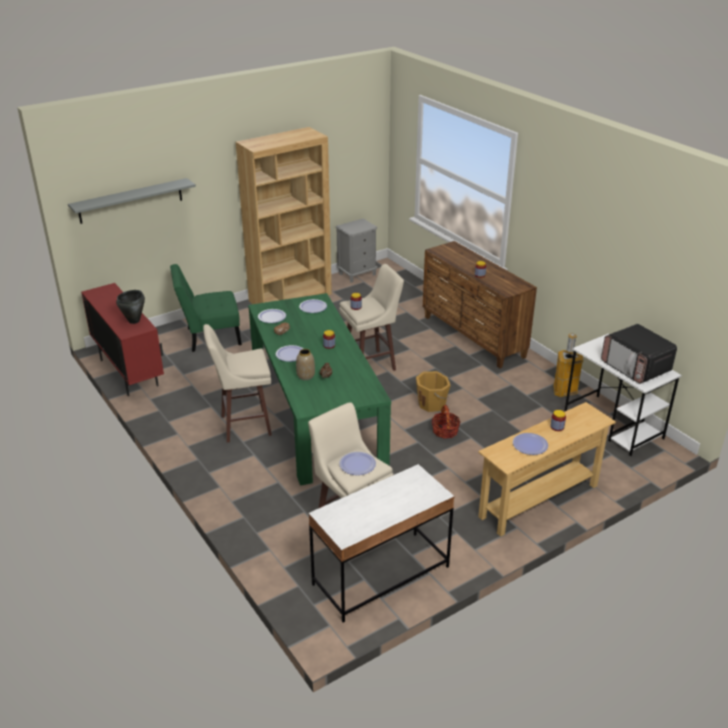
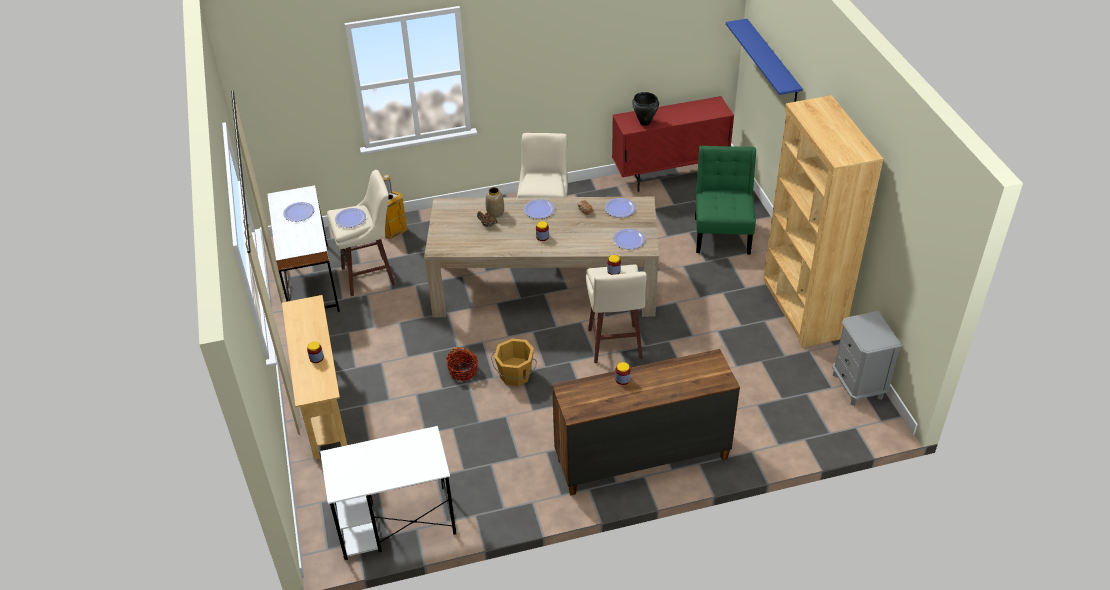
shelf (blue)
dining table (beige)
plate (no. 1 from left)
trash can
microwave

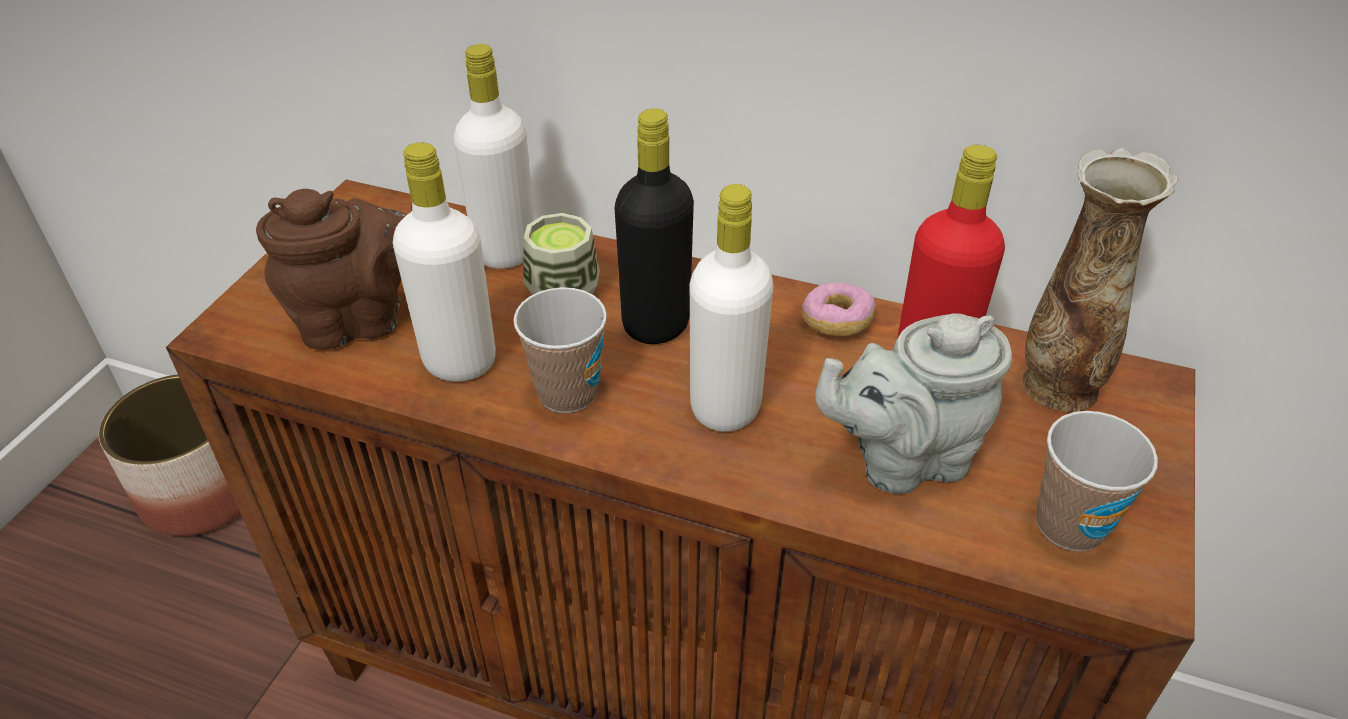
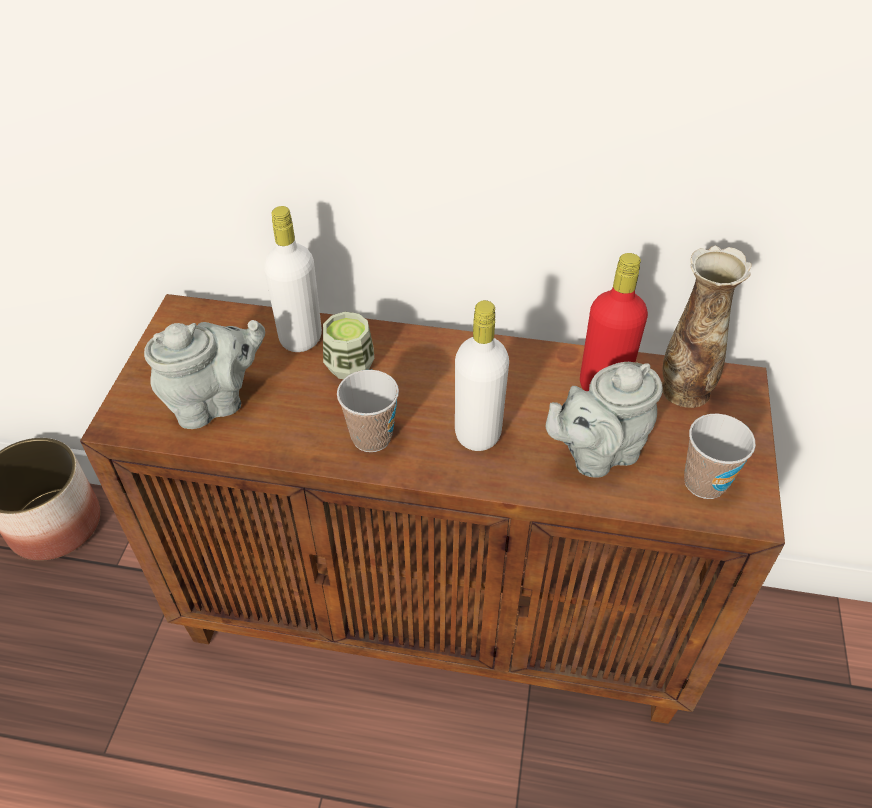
teapot (grey) (no. 1 from left)
bottle (white) (no. 1 from left in the first image)
bottle (black)
donut

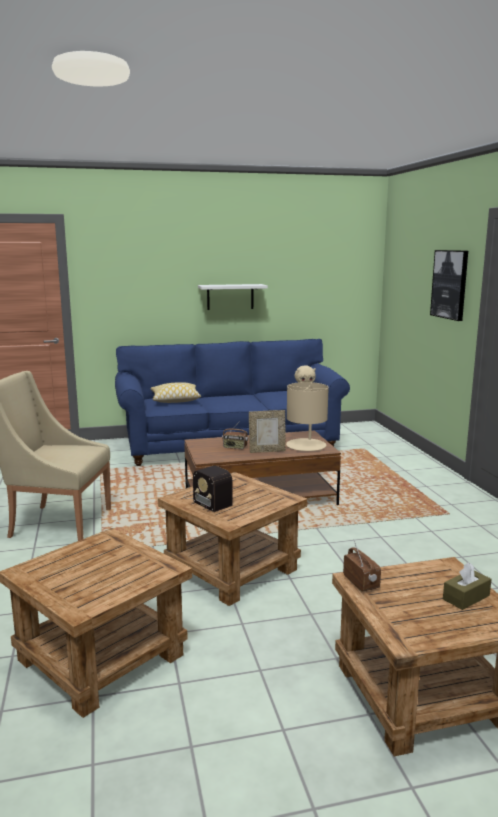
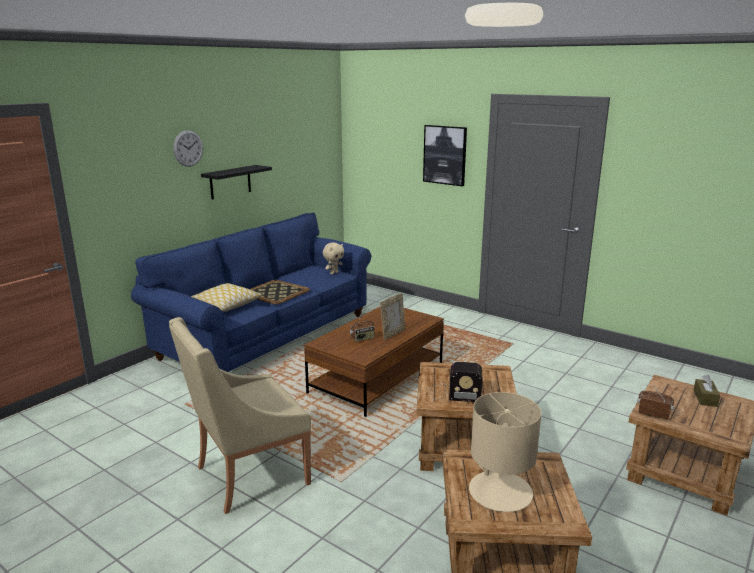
shelf (black)
table lamp (beige)
wall clock
tray

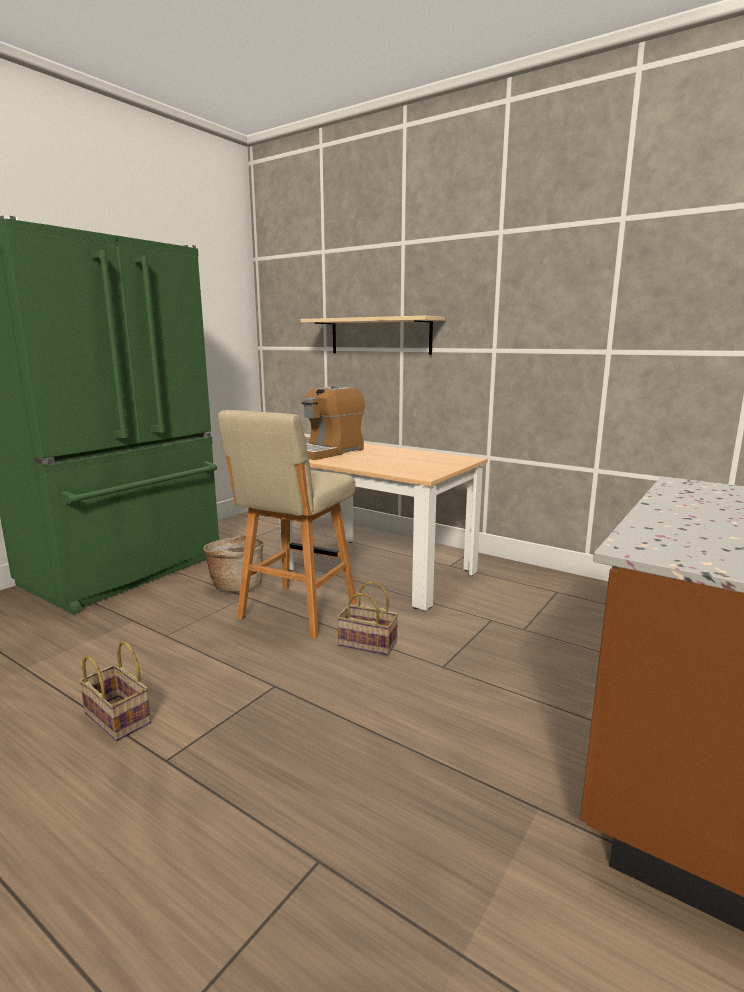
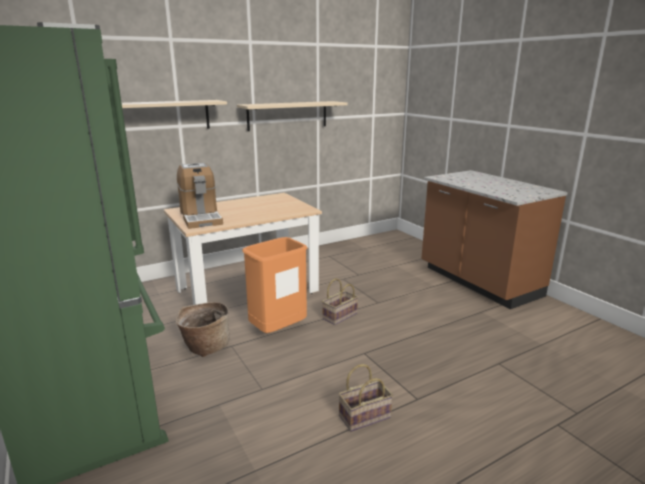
trash can (orange)
shelf (beige) (no. 2 from left)

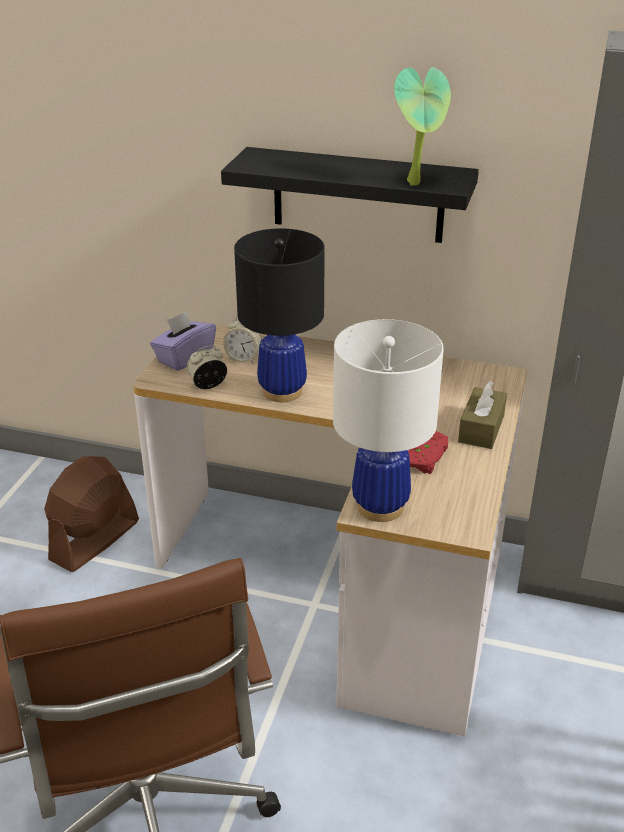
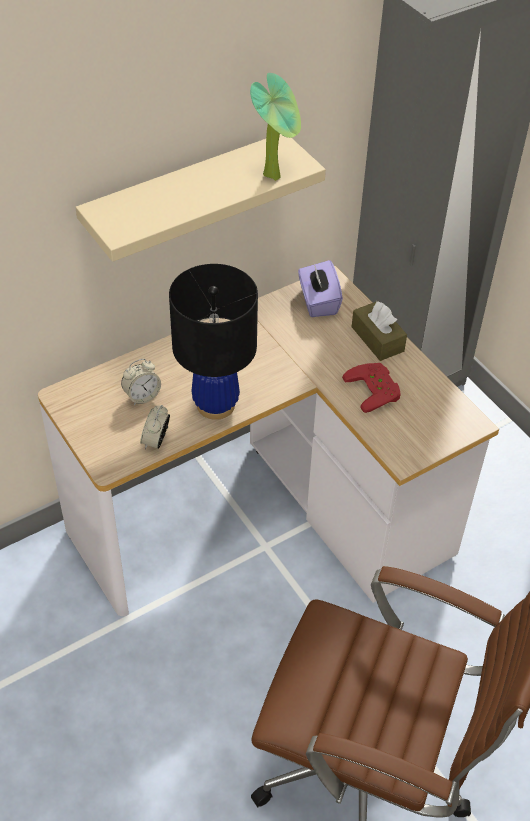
fan (brown)
tissue box (purple)
shelf (beige)
table lamp (white)

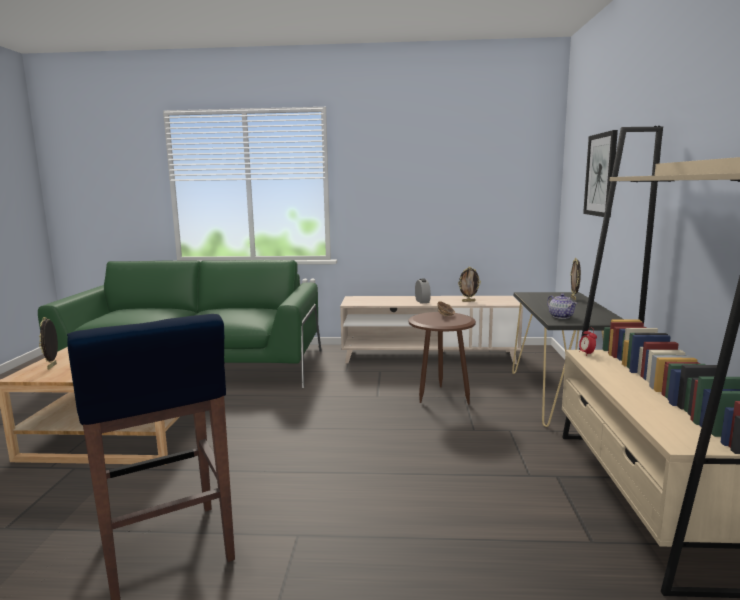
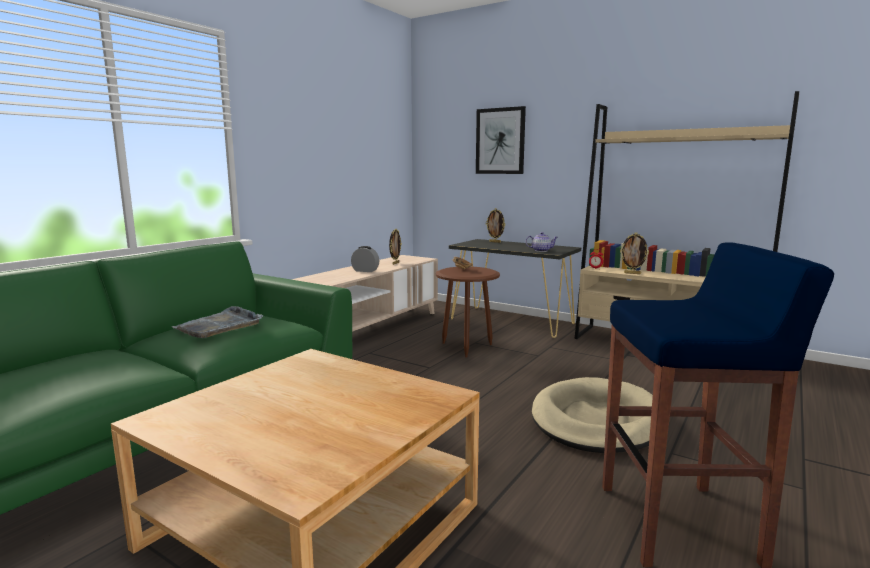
picture frame (no. 3 from left)
tray (grey)
dog bed (beige)

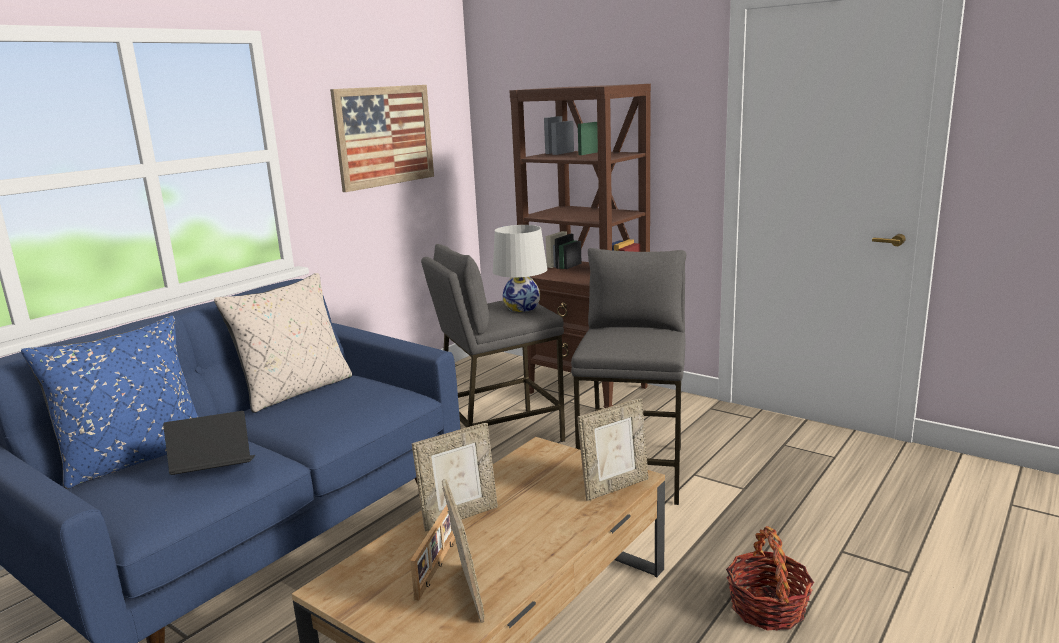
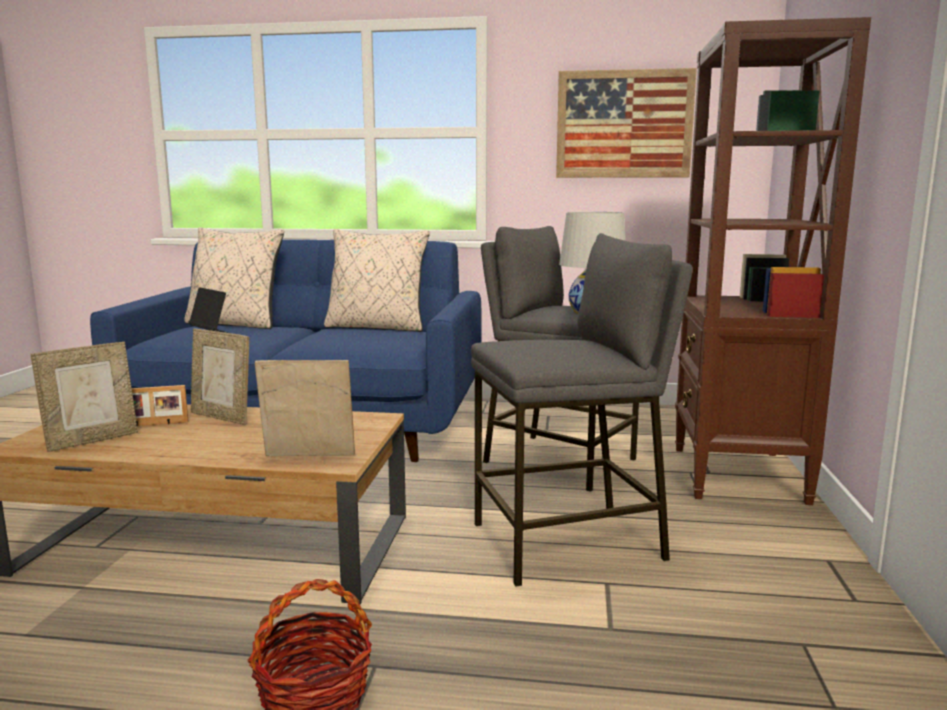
pillow (beige) (no. 1 from left)
picture frame (no. 4 from left)

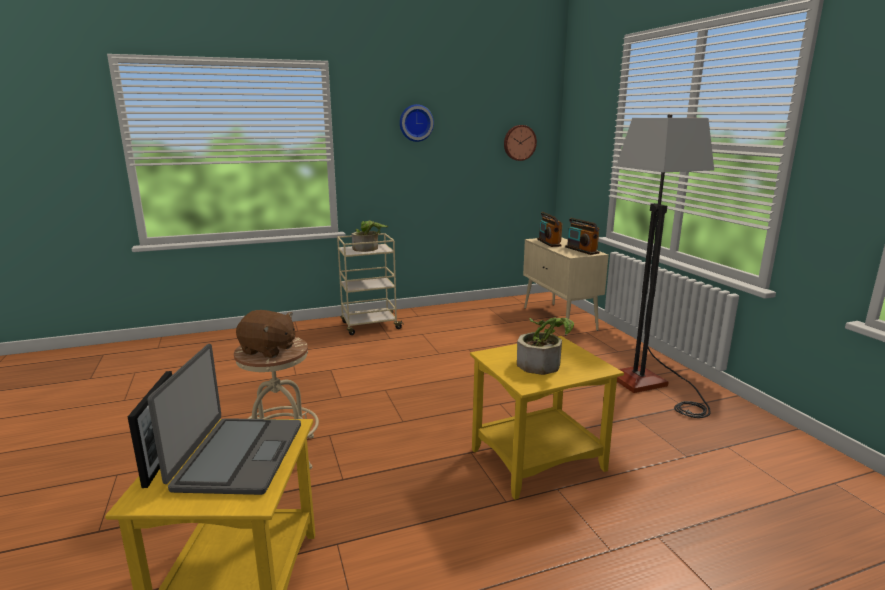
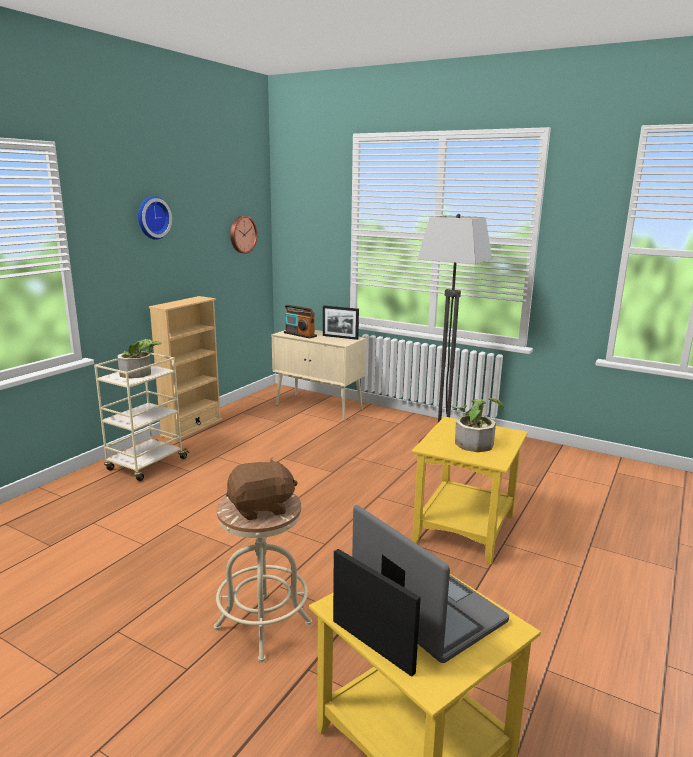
picture frame (no. 1 from left)
bookcase (beige)

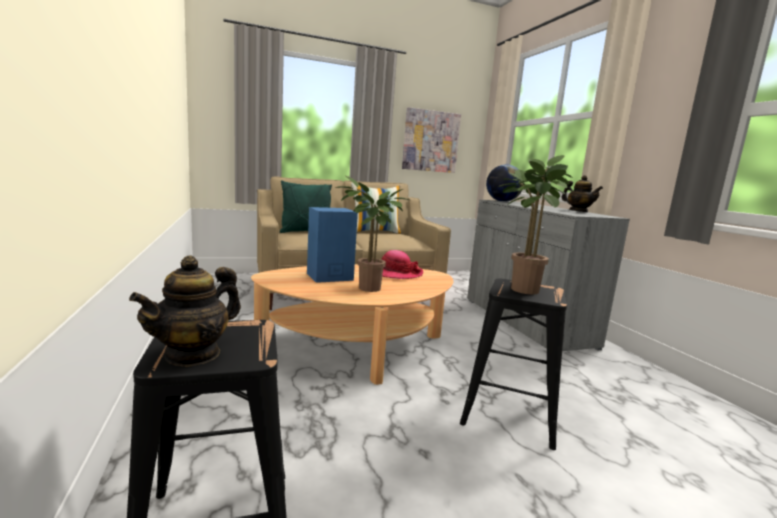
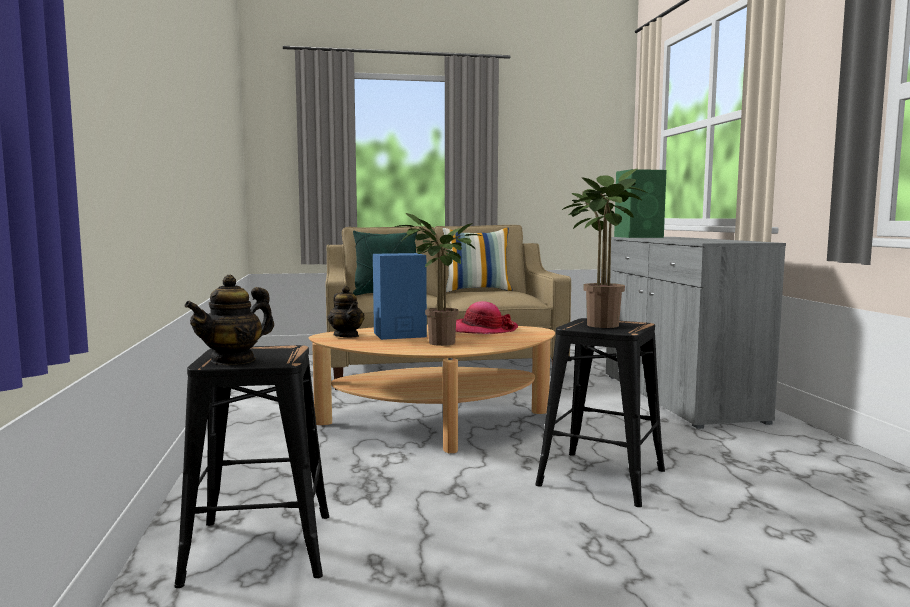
picture
speaker (green)
teapot (no. 2 from left)

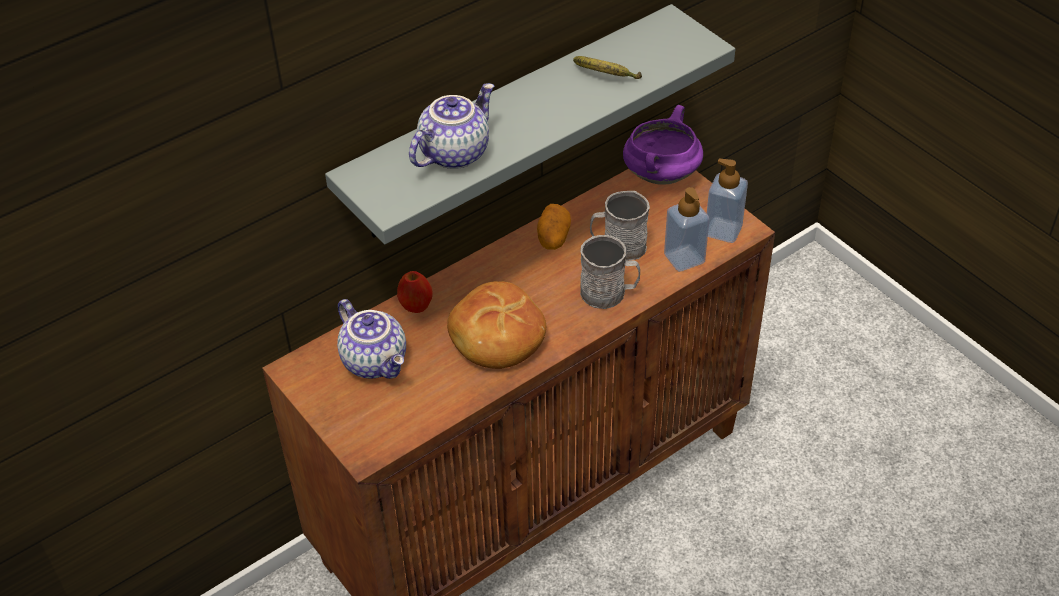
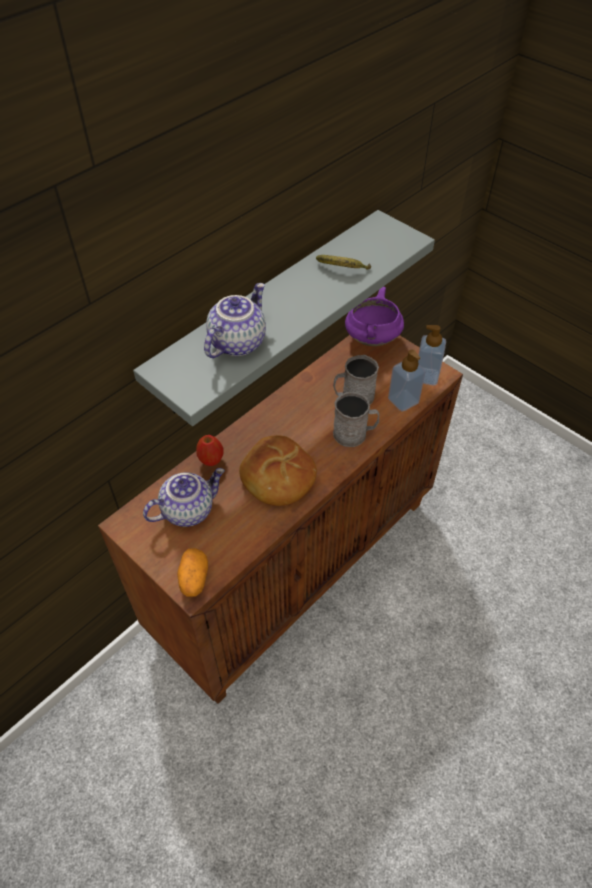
teapot (no. 1 from left)
potato

